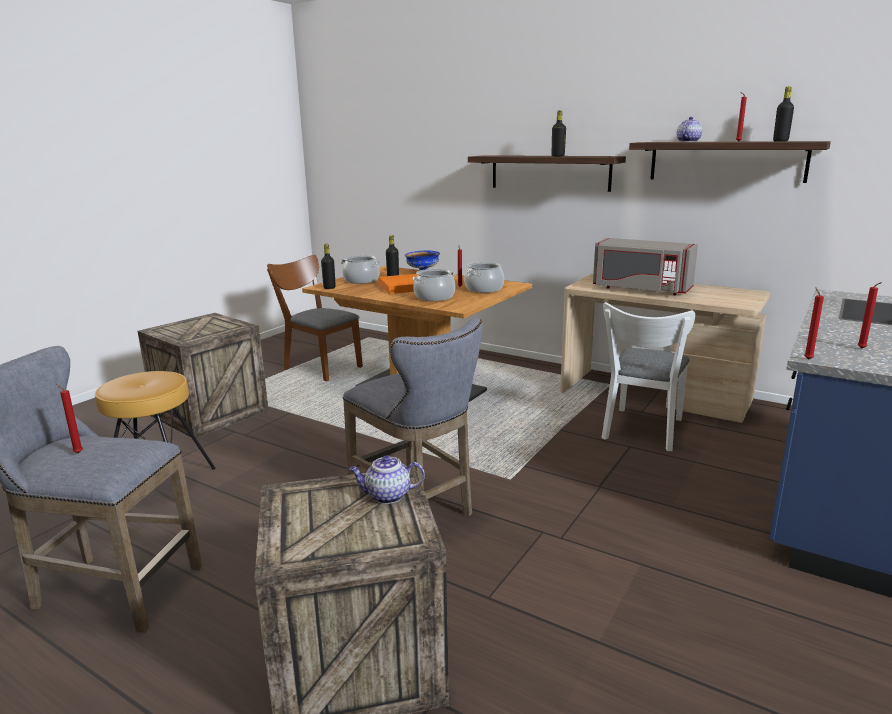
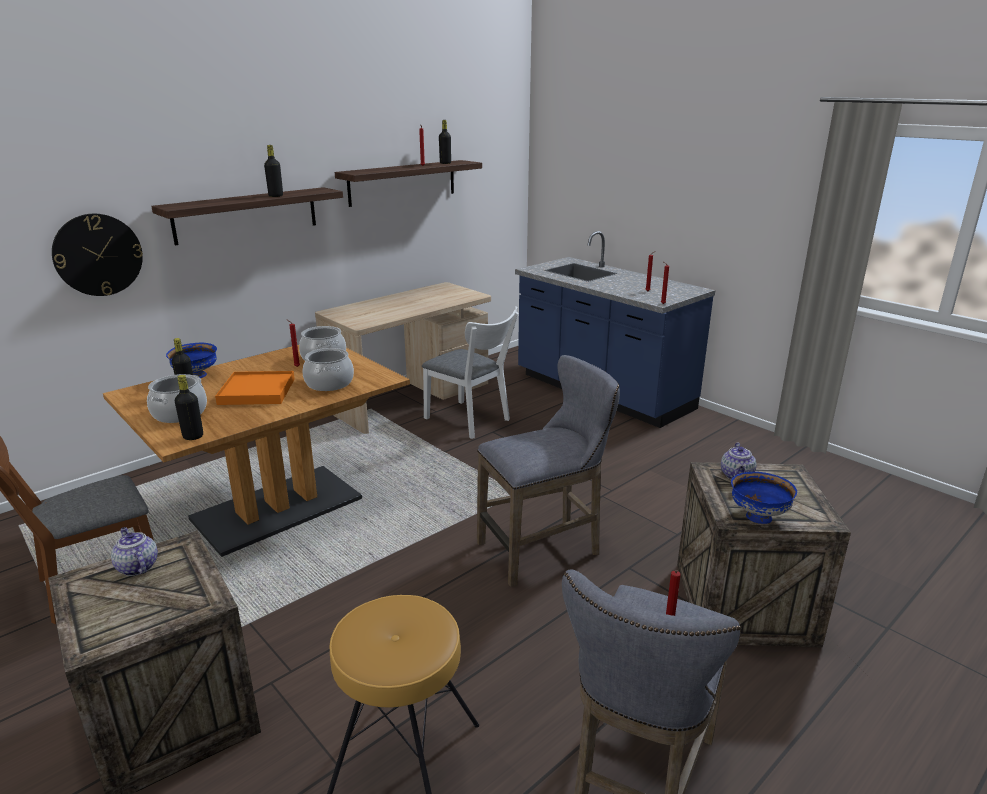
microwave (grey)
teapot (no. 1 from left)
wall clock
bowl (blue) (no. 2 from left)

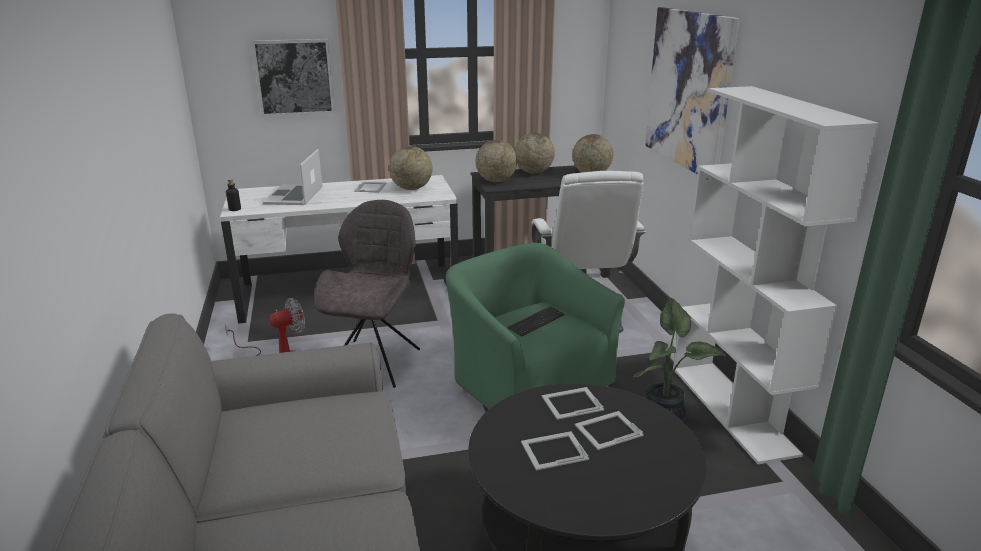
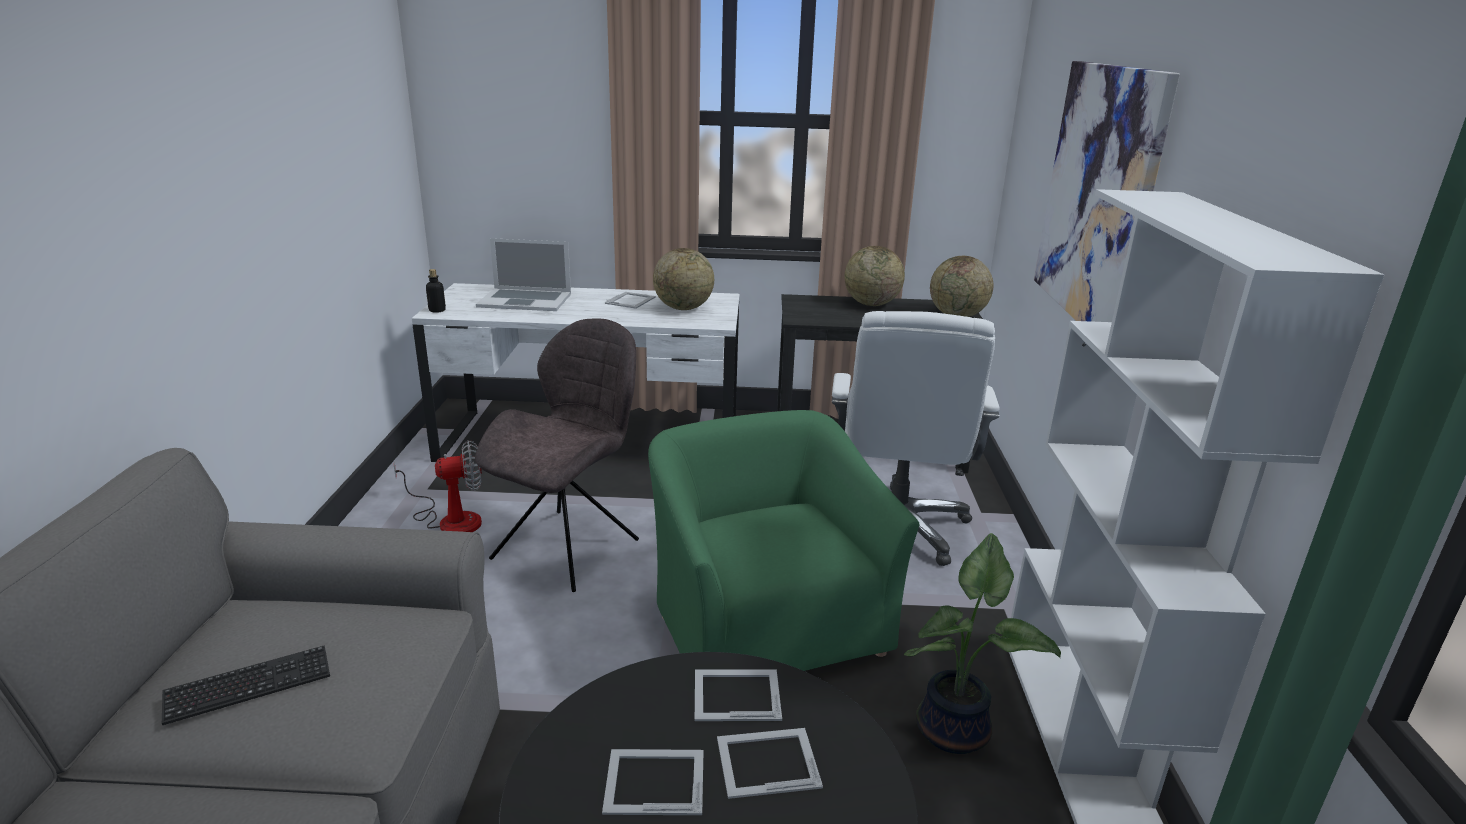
picture (no. 1 from left in the first image)
laptop
globe (no. 2 from left in the first image)
keyboard

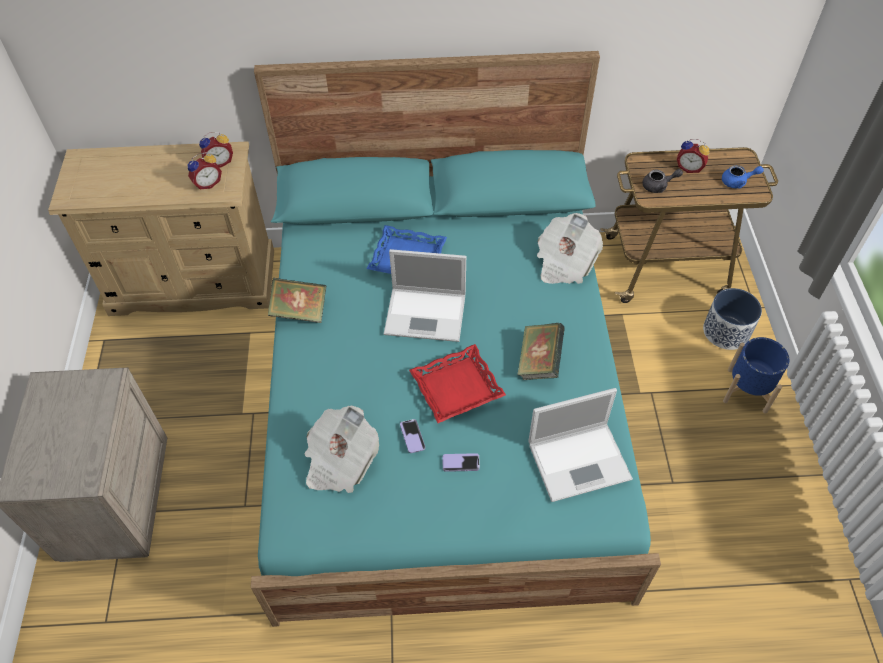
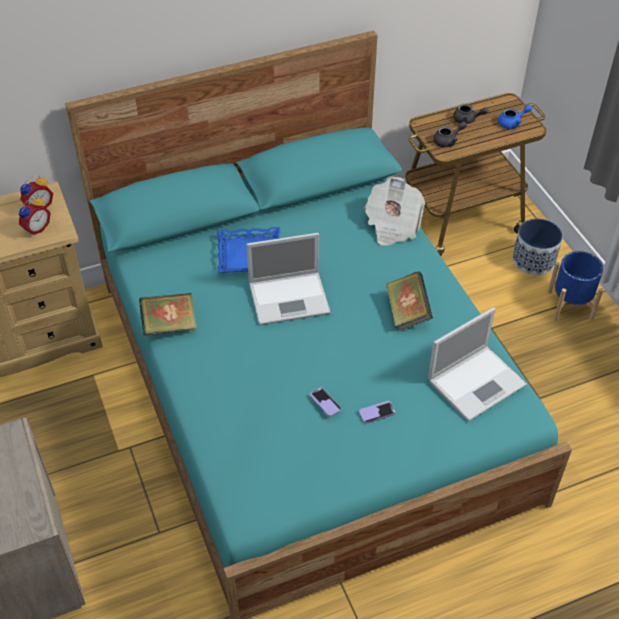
newspaper (no. 1 from left in the first image)
tray (red)
teapot (grey) (no. 2 from left)

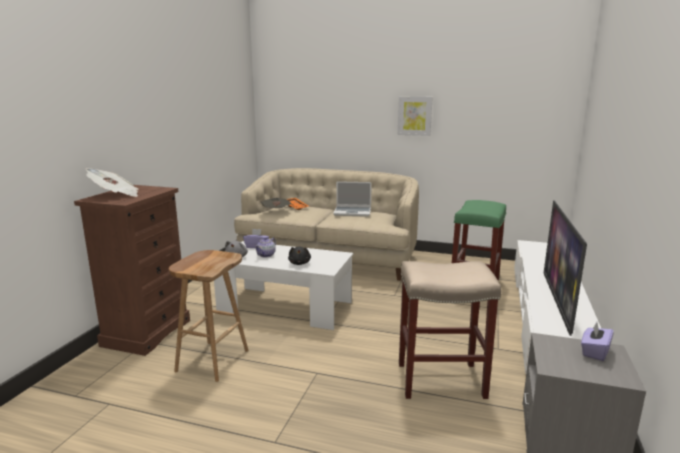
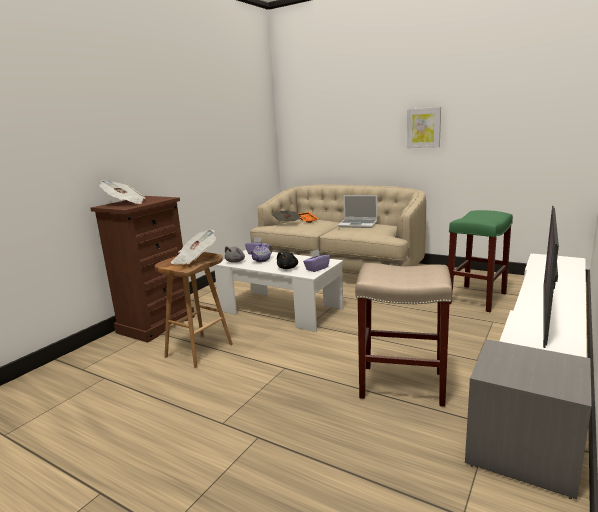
tissue box (purple) (no. 2 from left)
newspaper (no. 2 from left)

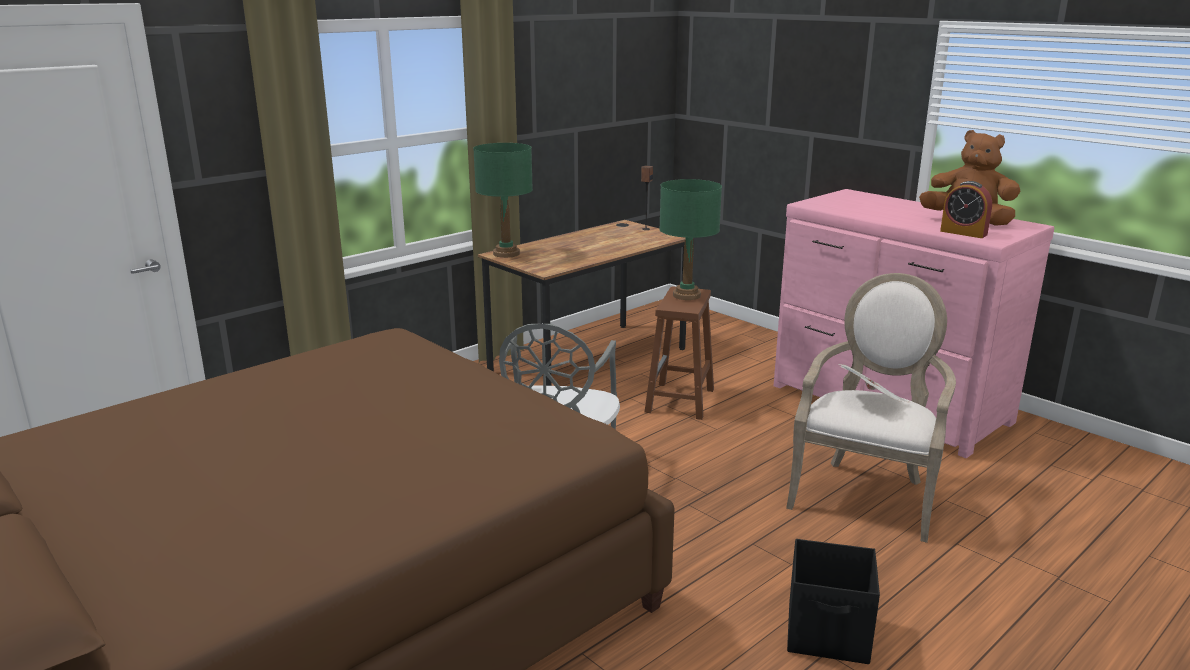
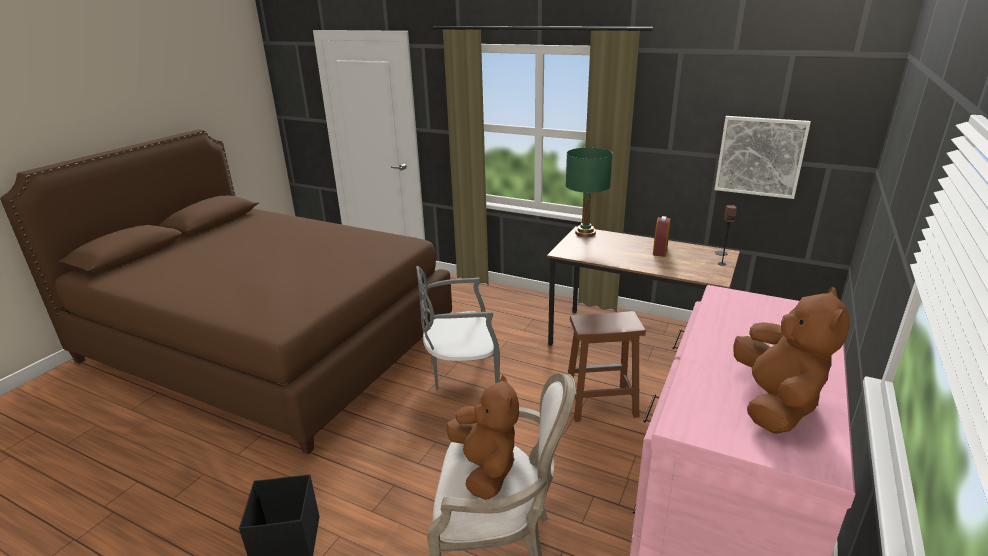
table lamp (green) (no. 2 from left in the first image)
plush toy (brown) (no. 1 from left)
alarm clock
picture

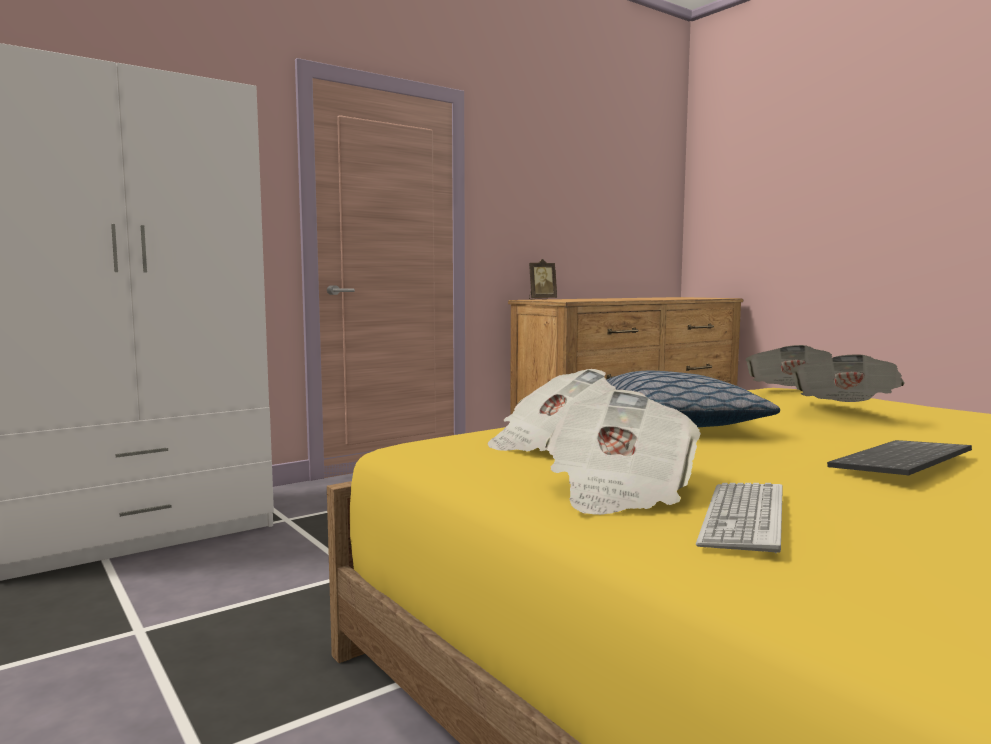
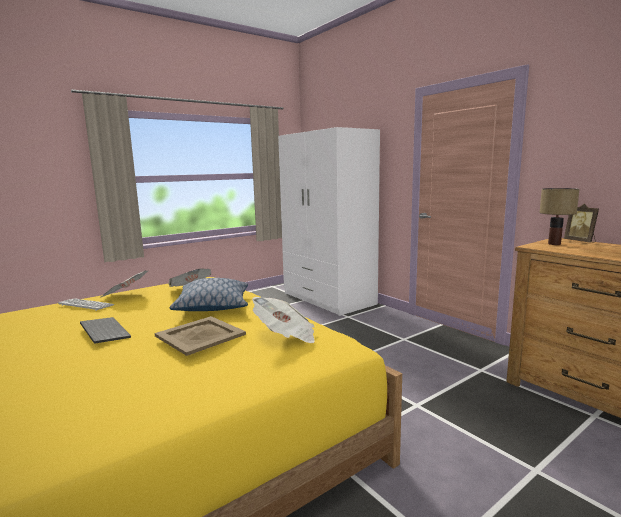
tray (beige)
table lamp

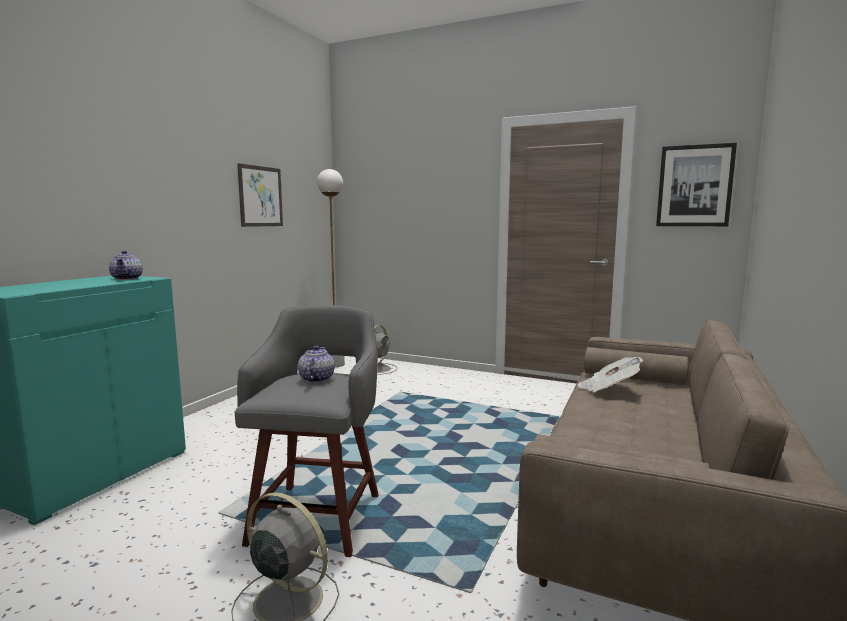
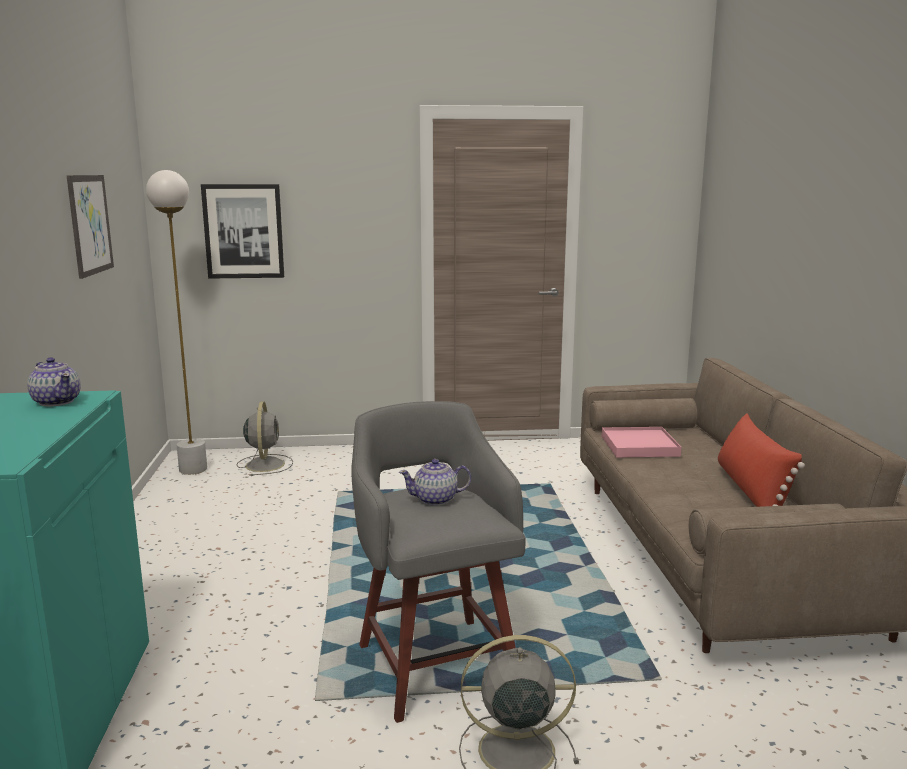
teapot (no. 2 from left)
tray (pink)
picture (no. 2 from left)
pillow (red)

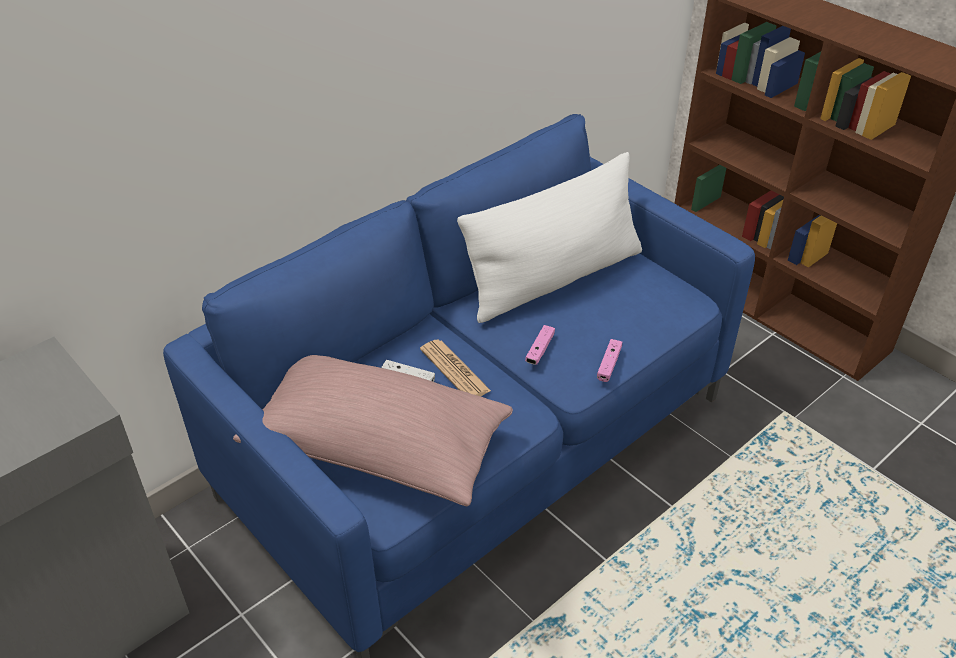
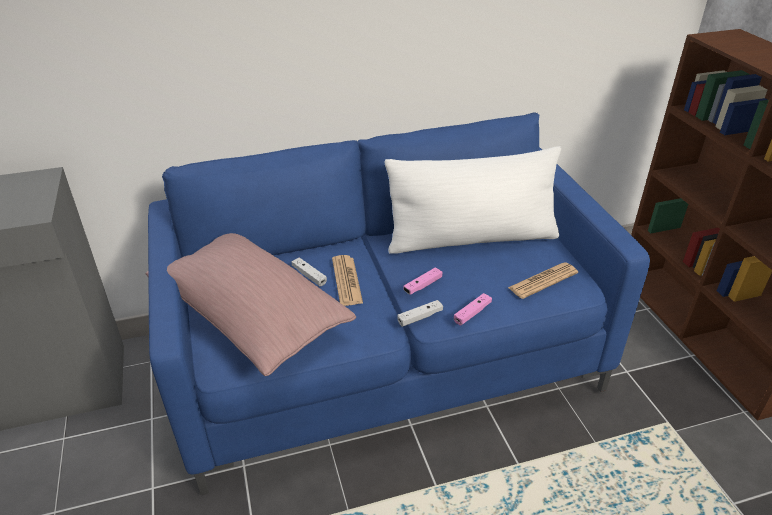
game controller (white) (no. 2 from left)
newspaper (no. 2 from left)

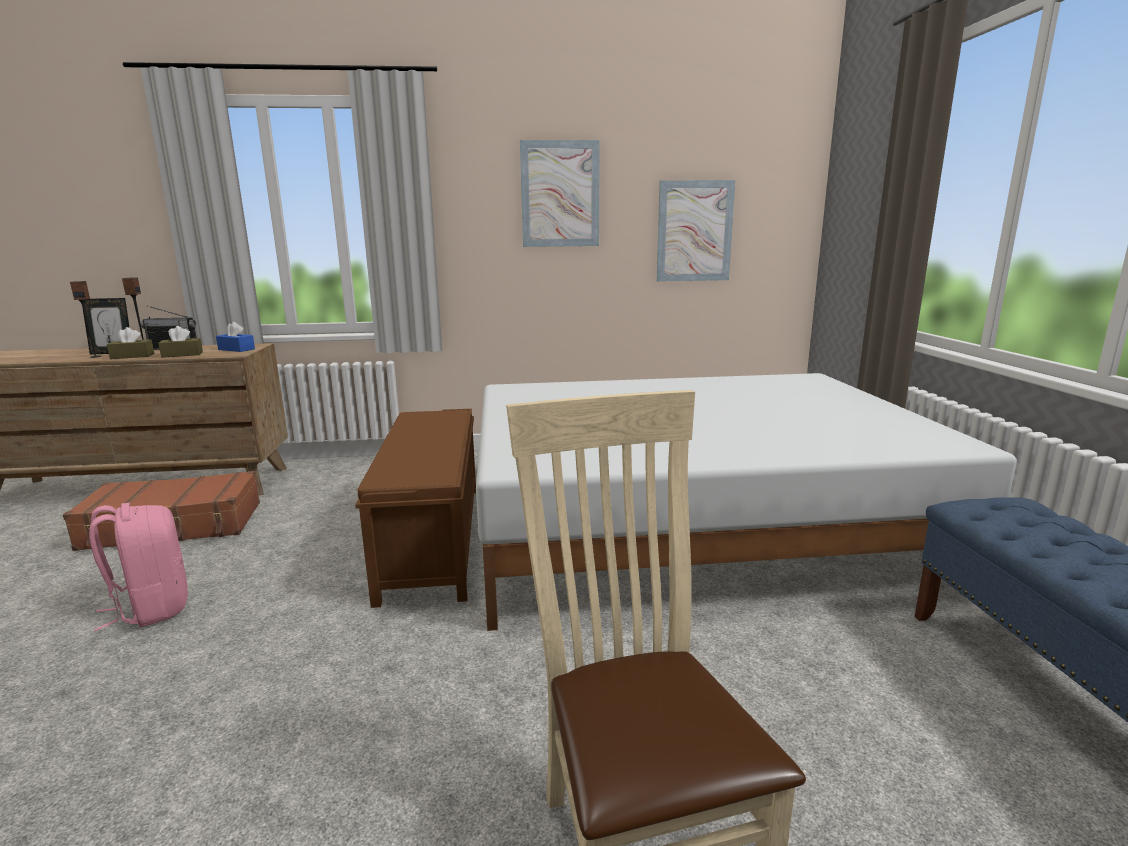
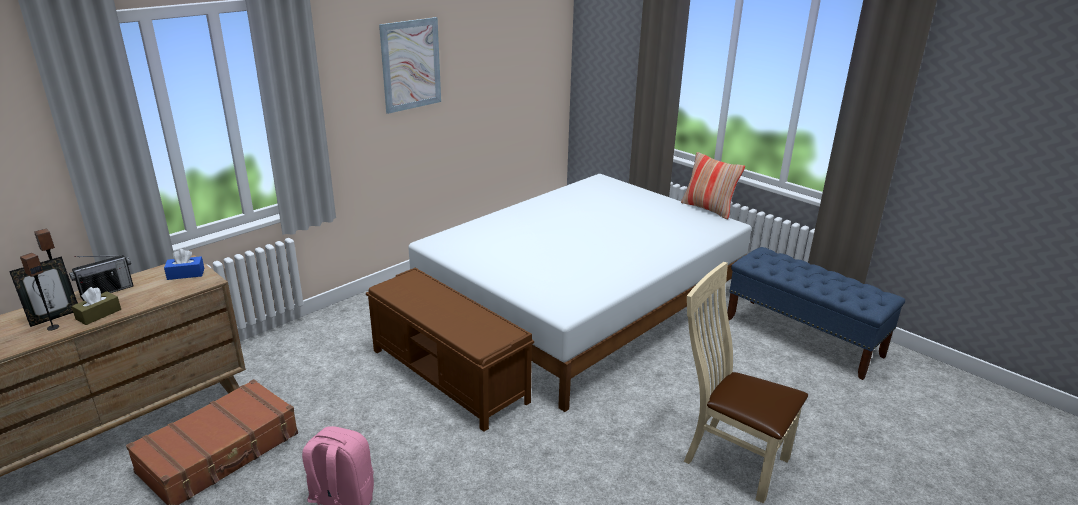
tissue box (brown) (no. 2 from left in the first image)
picture (no. 2 from left in the first image)
pillow

